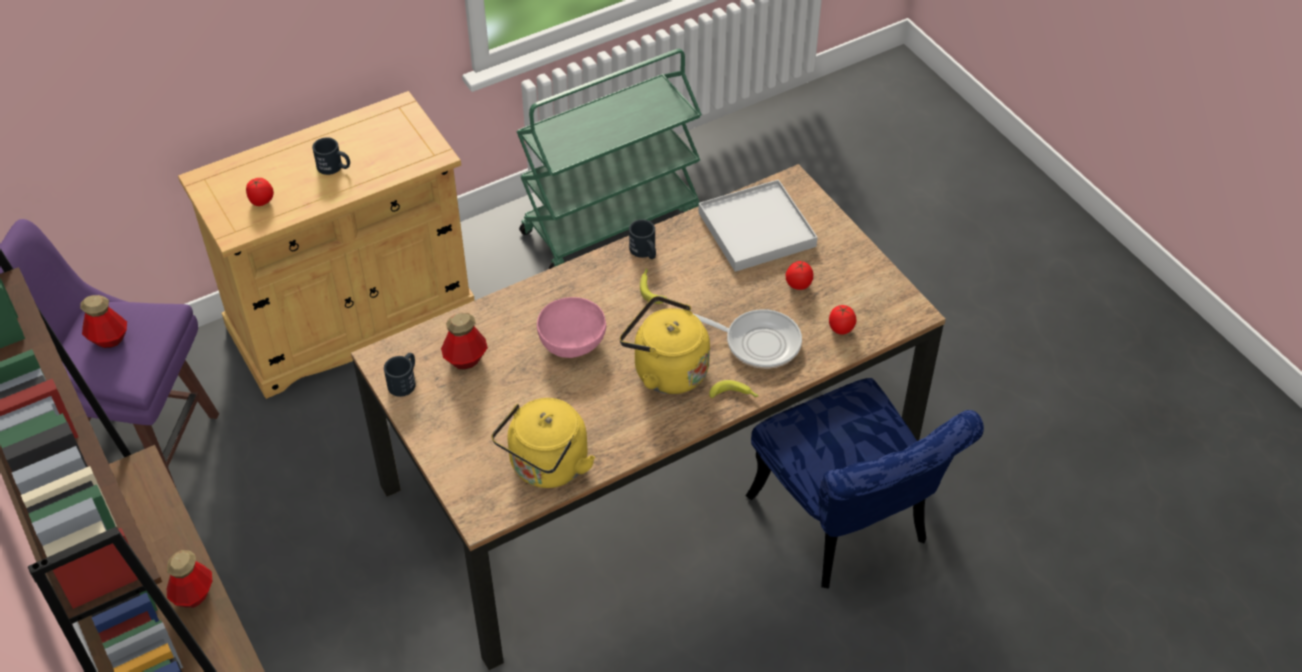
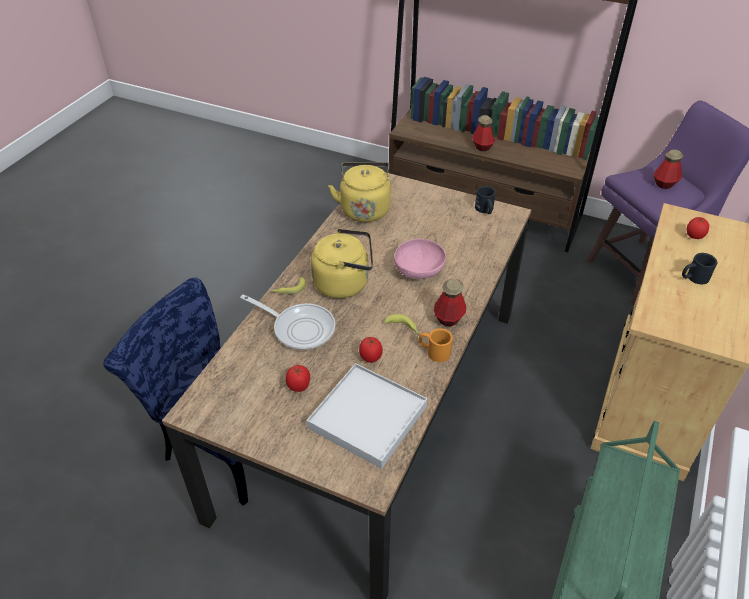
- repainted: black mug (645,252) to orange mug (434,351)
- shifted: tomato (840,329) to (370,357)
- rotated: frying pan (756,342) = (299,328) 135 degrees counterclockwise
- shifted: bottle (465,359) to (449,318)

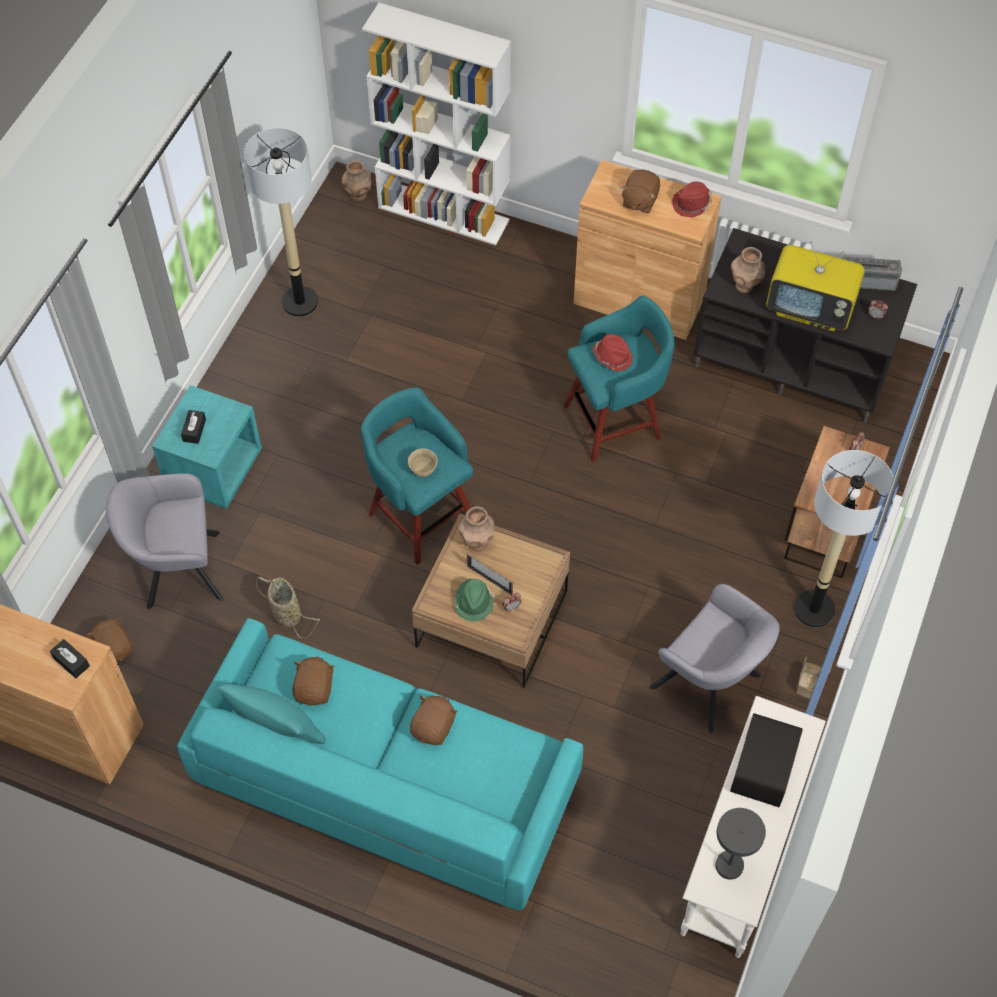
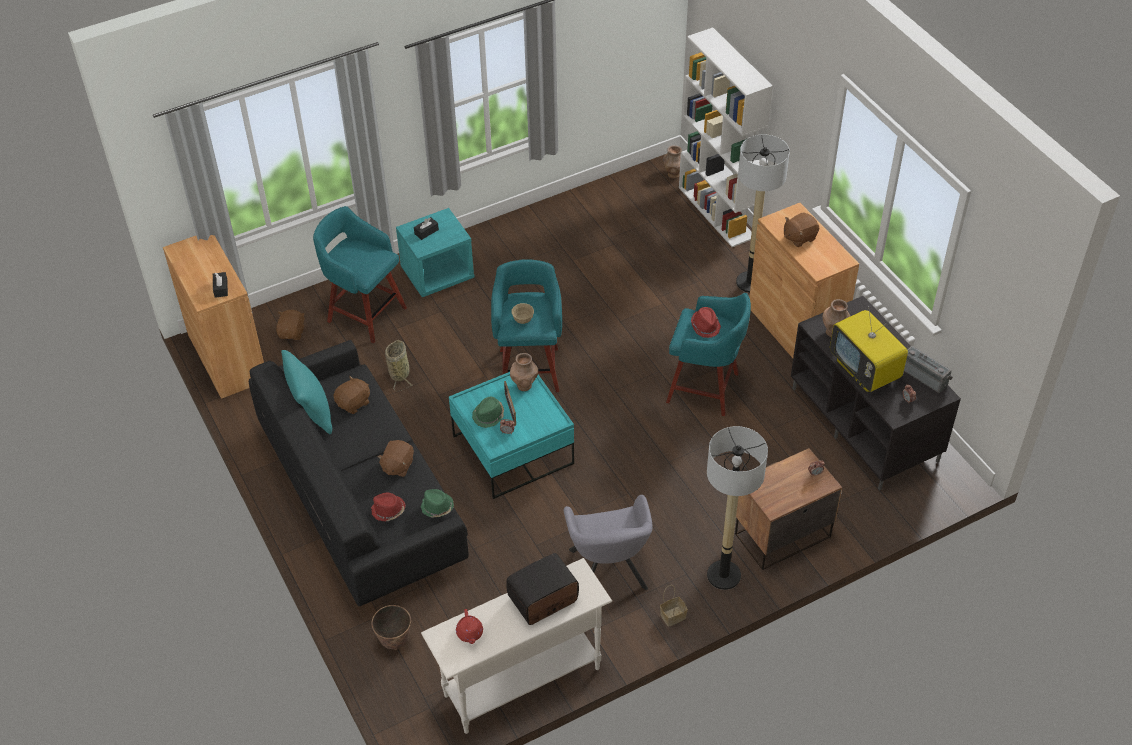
- shifted: floor lamp (299,302) to (750,282)
- shifted: red hat (692,204) to (388,510)
- swapped: grey armchair (177,569) to turquoise stool (365,313)
- repainted: brown coffee table (492,619) to turquoise coffee table (513,450)
- repainted: turquoise sofa (386,783) to black sofa (363,496)
- rotated: brown plush toy (434,727) = (397,466) 135 degrees clockwise
- swapped: grey table lamp (732,861) to red teapot (470,634)
- new: green hat (437,507)
- new: planter (394,641)

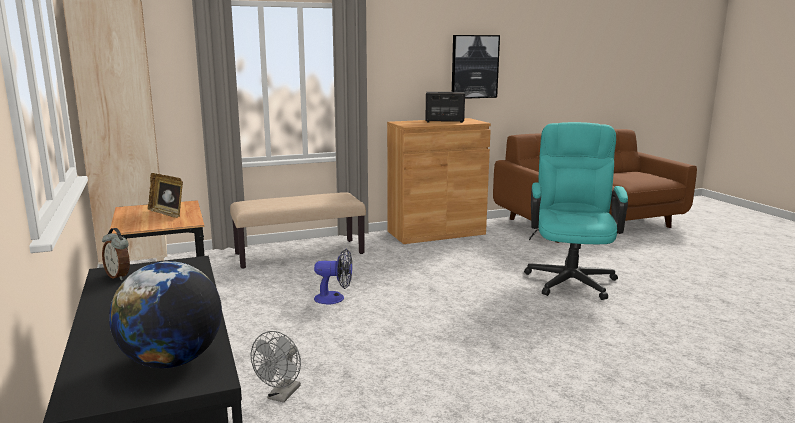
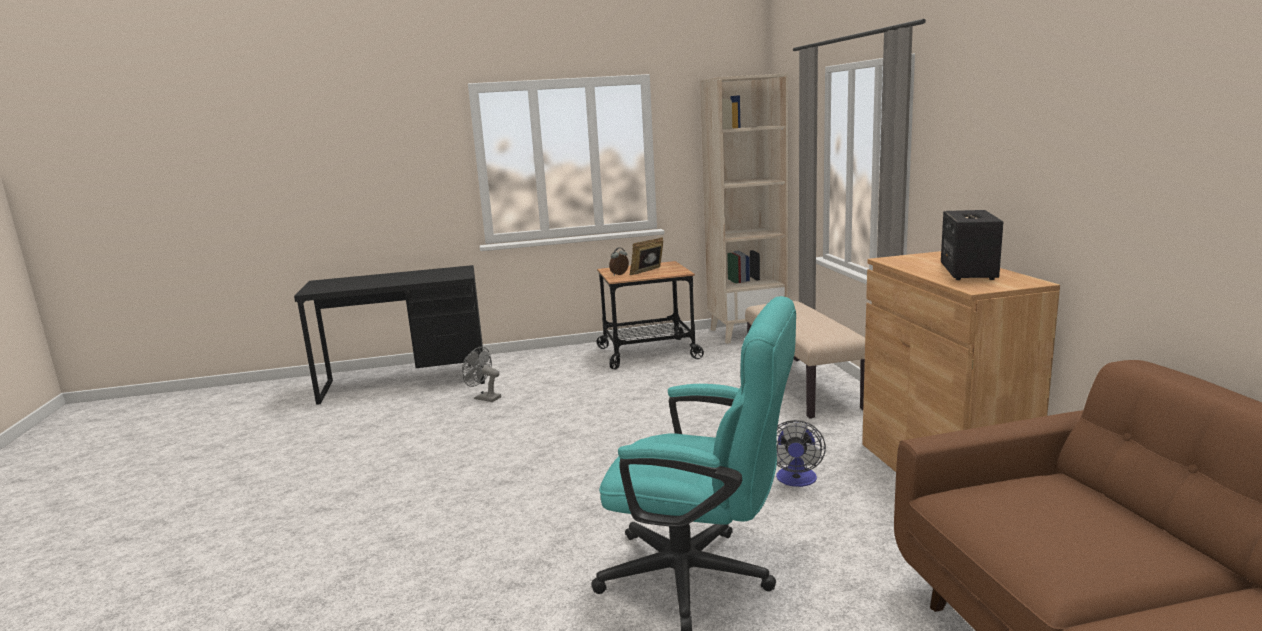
- gone: picture (474,66)
- shifted: alarm clock (119,276) to (620,274)
- shifted: fan (335,298) to (796,480)
- gone: globe (172,361)

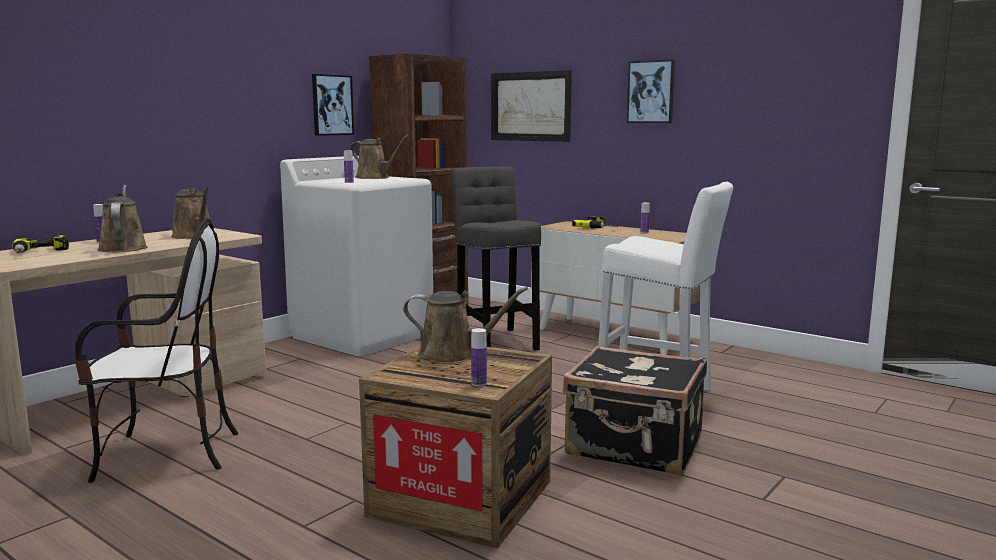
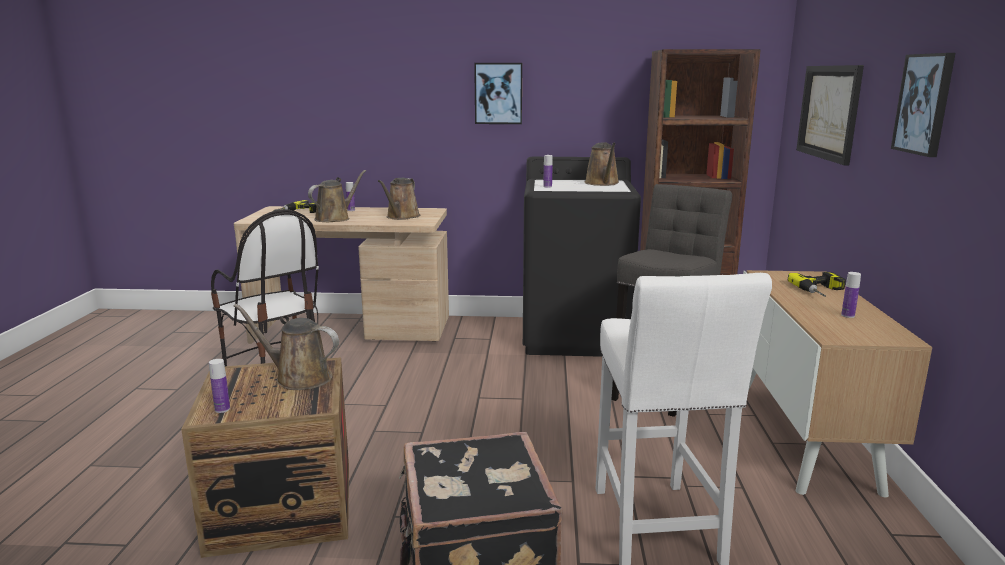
- shifted: picture (332,105) to (498,93)
- repainted: white washing machine (363,335) to black washing machine (575,336)
- rotated: brown watering can (453,355) = (298,378) 135 degrees clockwise

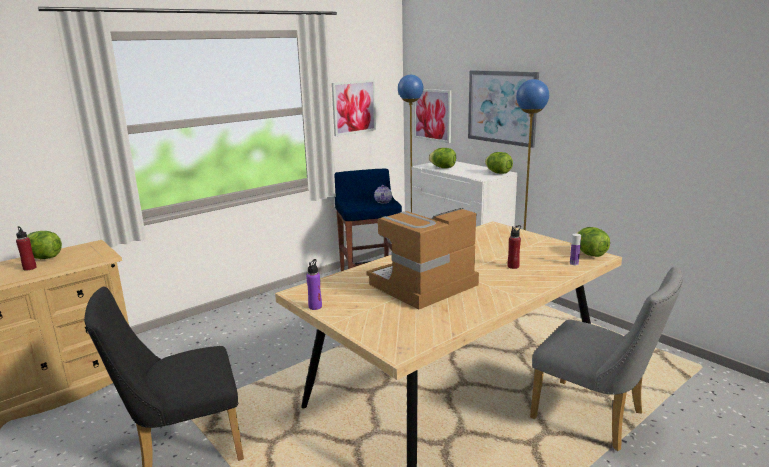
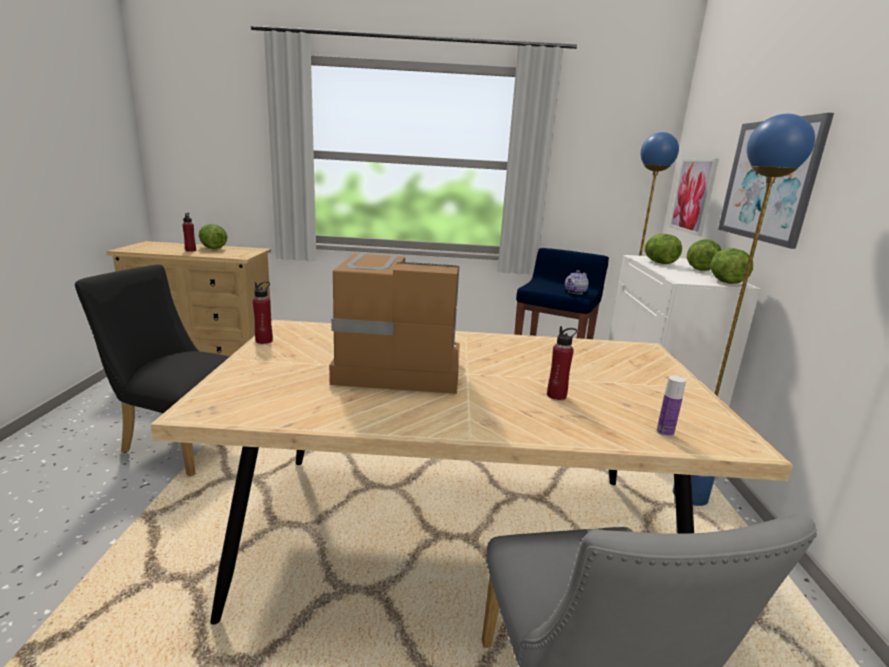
- gone: picture (354,107)
- shifted: lettuce (590,254) to (700,270)
- repainted: purple bottle (315,307) to red bottle (264,341)

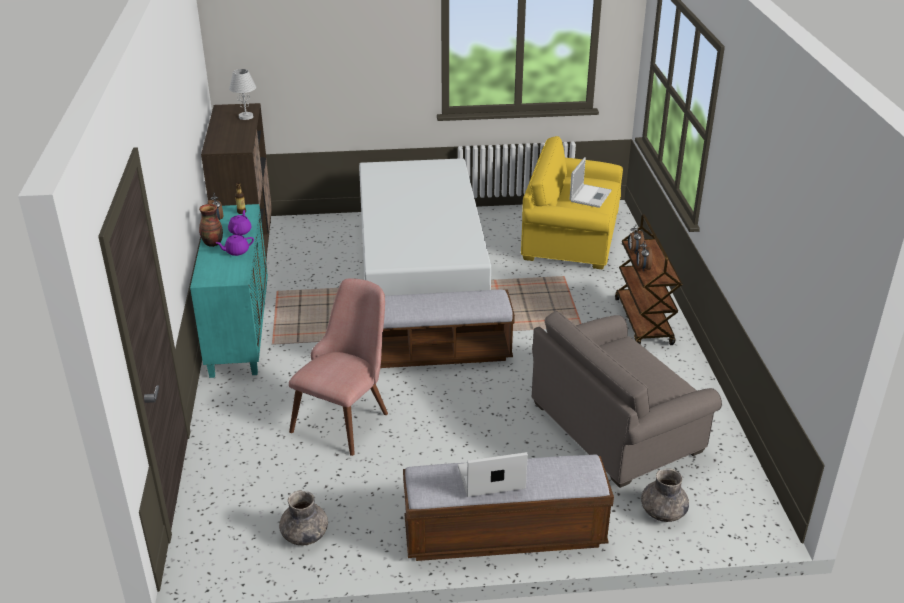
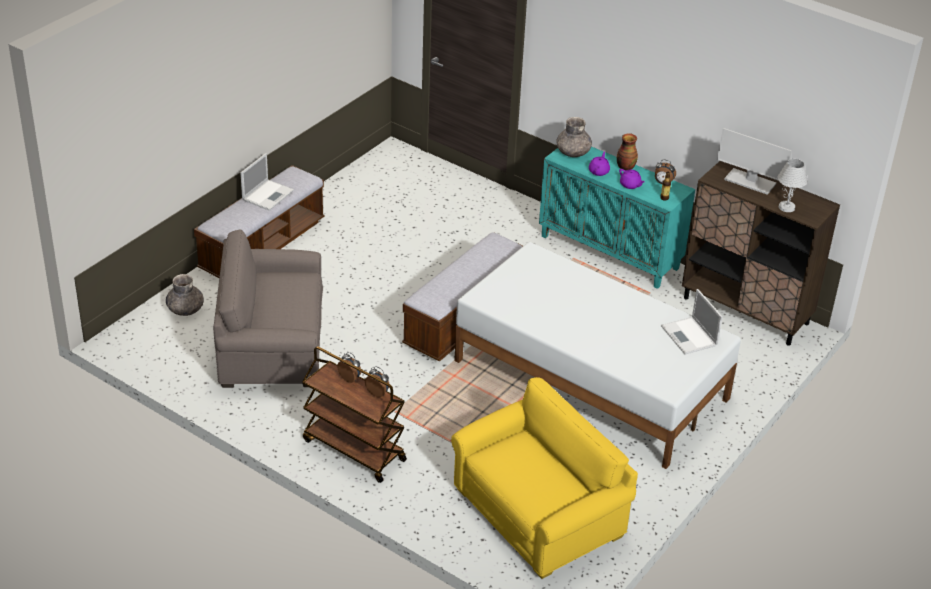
- shifted: laptop (590,196) to (689,336)
- gone: pink chair (346,415)
- rotated: grey armchair (616,426) = (272,345) 105 degrees counterclockwise
- shifted: grey vase (304,534) to (573,152)
- new: monitor (749,182)

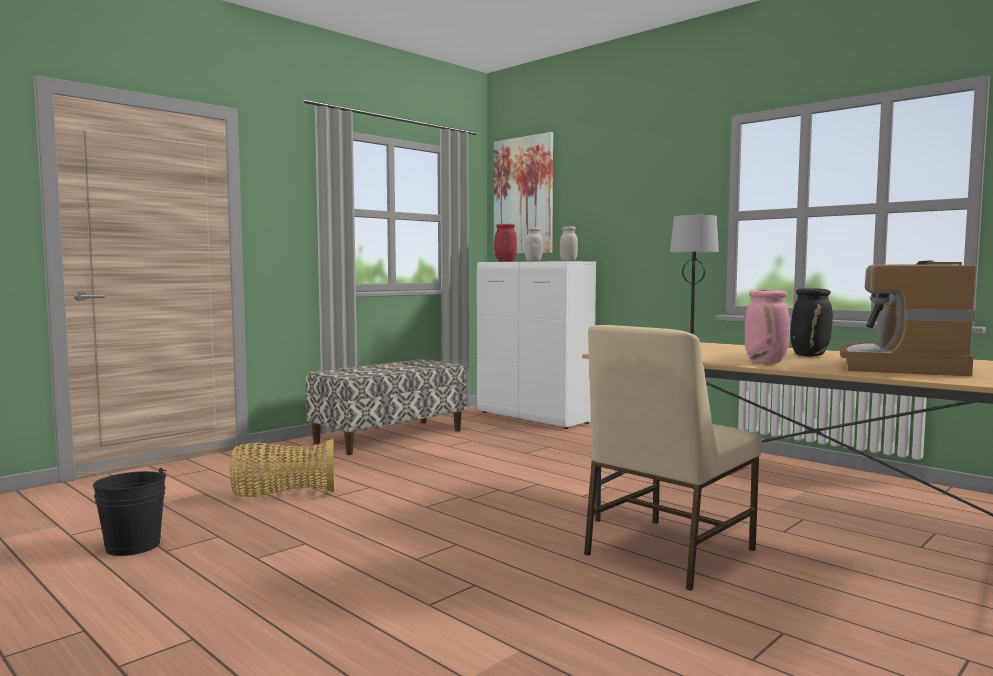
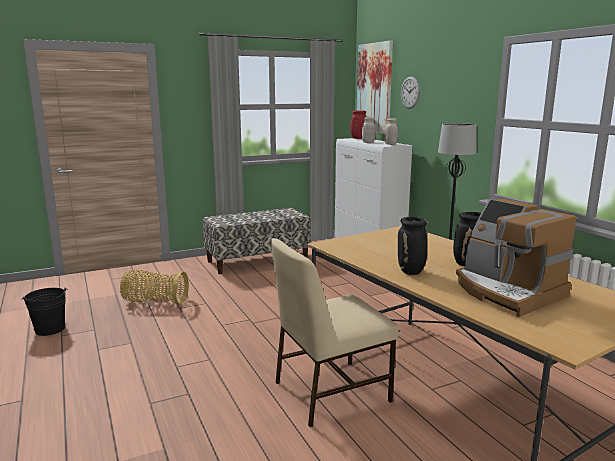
- rotated: coffee machine (900,366) = (506,292) 75 degrees counterclockwise
- repainted: pink vase (766,362) to black vase (411,272)
- new: wall clock (410,92)

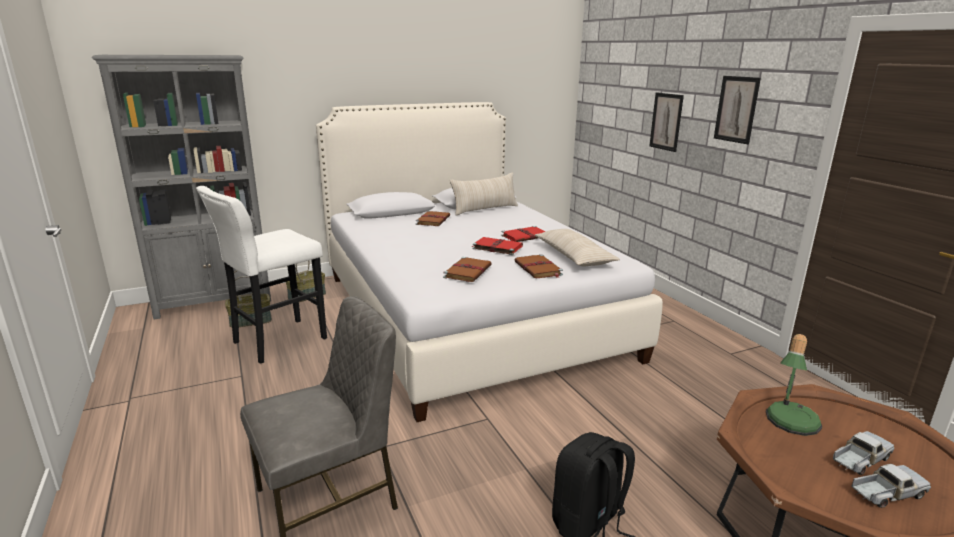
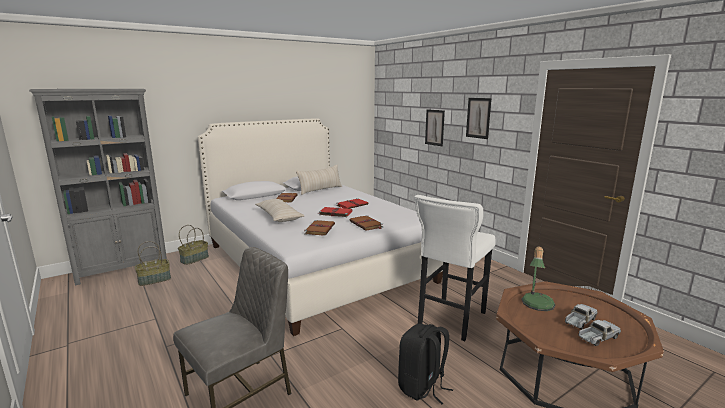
- shifted: white stool (275,342) to (450,320)
- shifted: beige pillow (573,257) to (279,216)

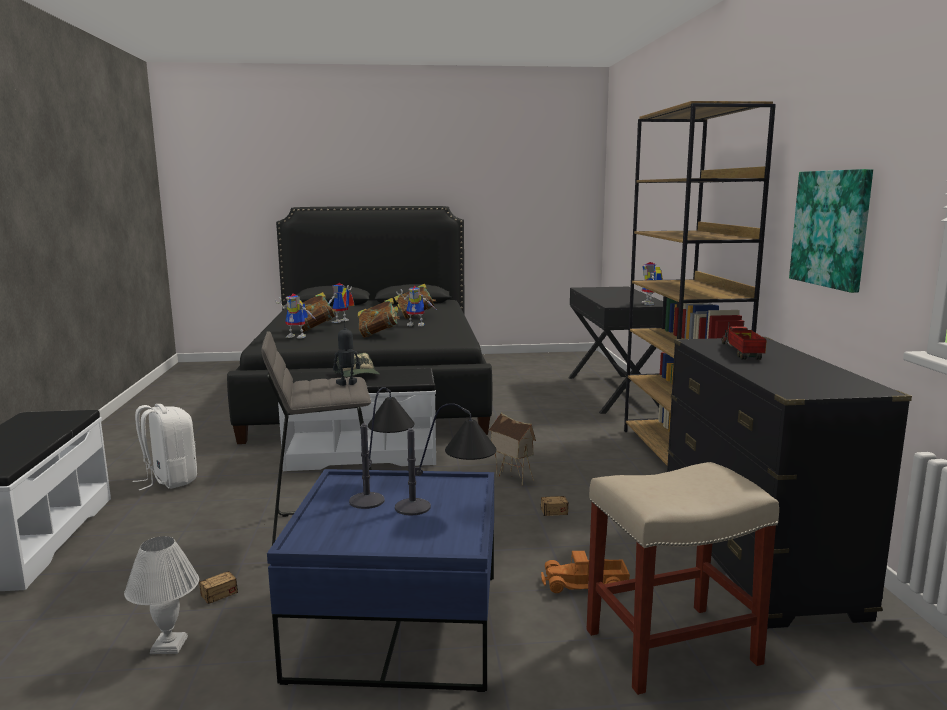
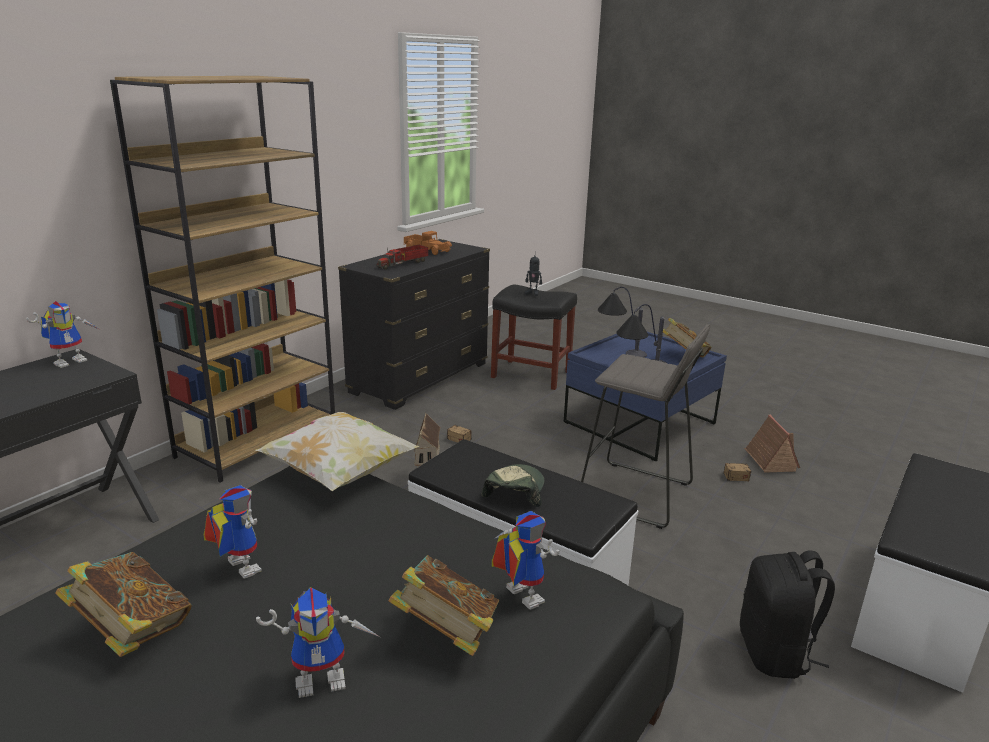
- gone: picture (831,228)
- shifted: book (379,335) to (683,356)
- shifted: toy robot (347,384) to (532,293)
- repainted: white backpack (170,480) to black backpack (775,653)
- repainted: beige stool (670,647) to black stool (532,374)
- swapped: white table lamp (170,645) to toy house (769,460)
- shifted: toy truck (585,585) to (427,250)
- new: pillow (340,473)

